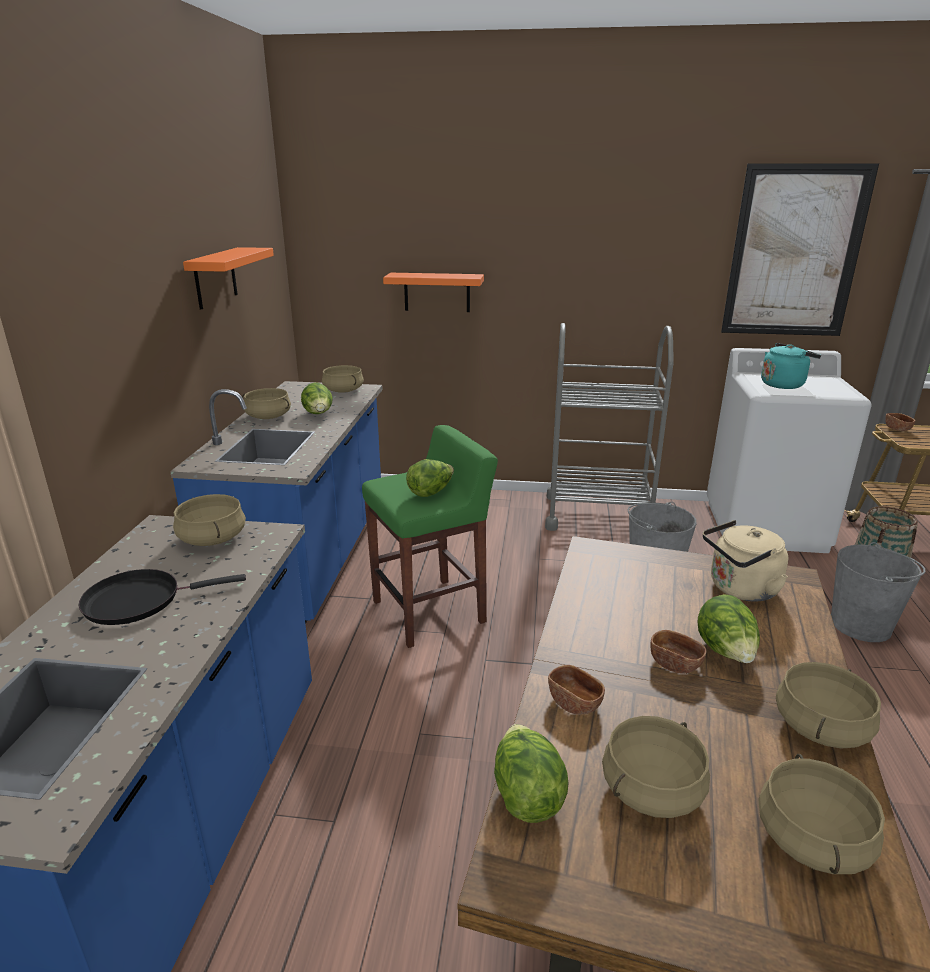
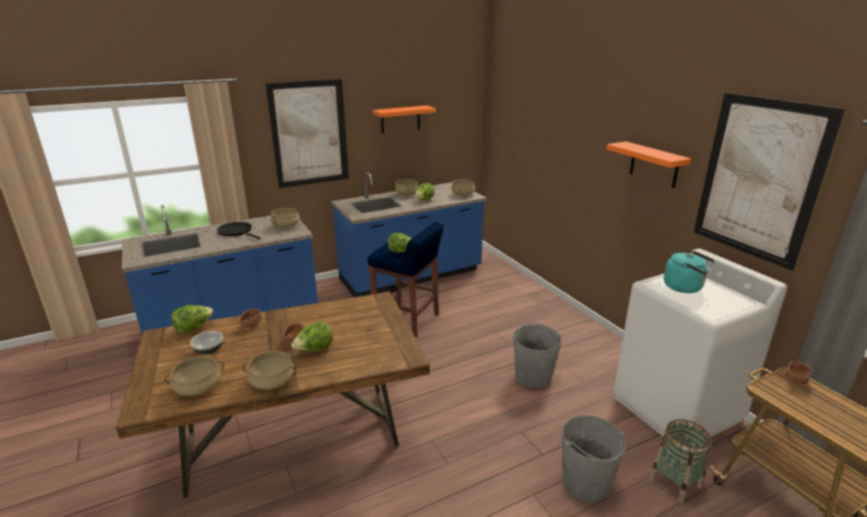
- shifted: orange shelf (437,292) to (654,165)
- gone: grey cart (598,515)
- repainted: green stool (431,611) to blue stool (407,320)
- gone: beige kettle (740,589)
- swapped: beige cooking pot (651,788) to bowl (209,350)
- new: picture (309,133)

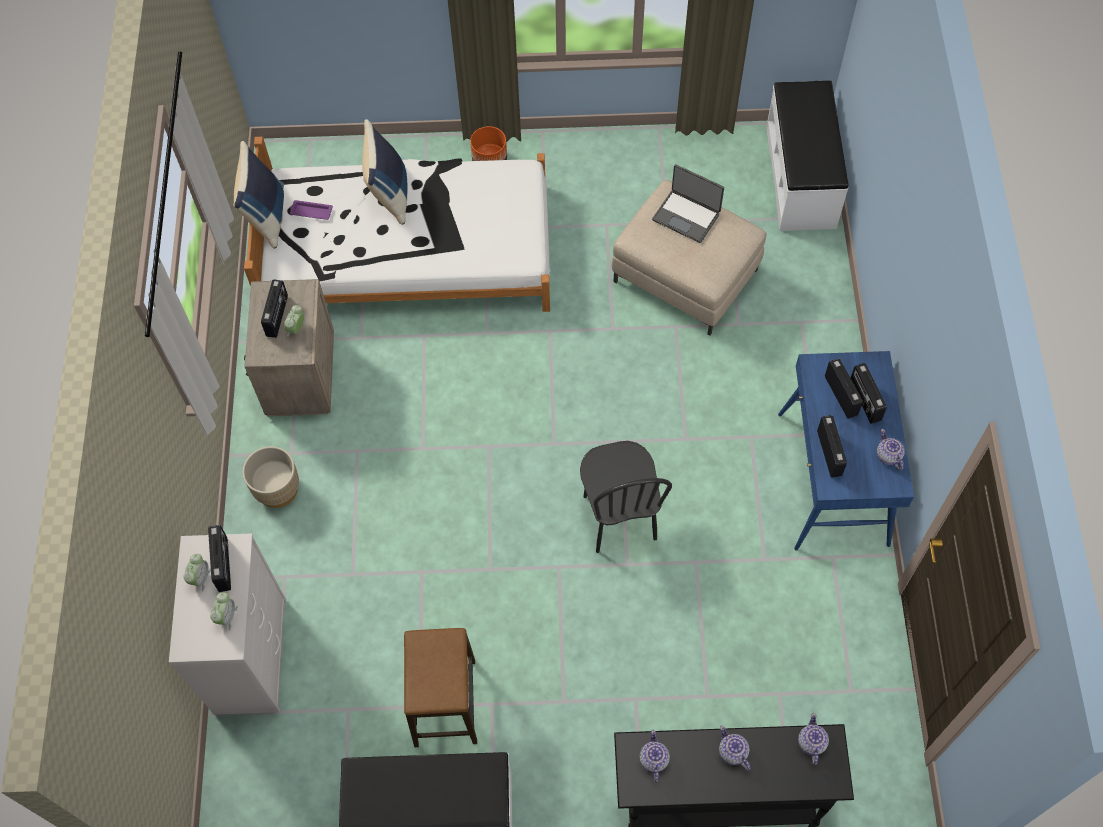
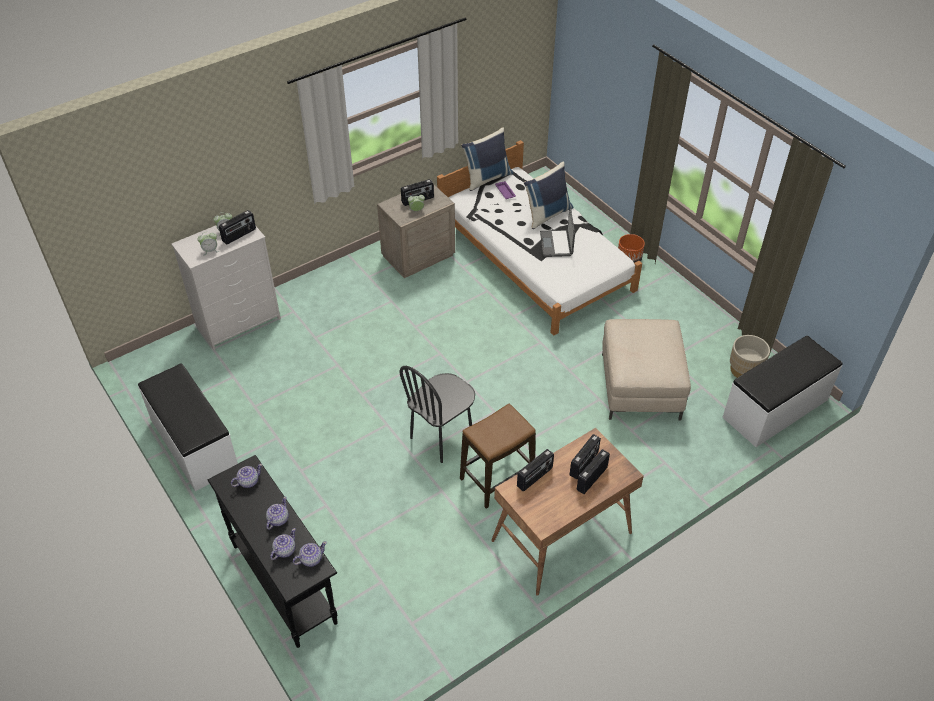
- shifted: laptop (686,216) to (557,244)
- repainted: blue desk (833,479) to brown desk (561,538)
- shifted: teapot (888,456) to (284,550)
- shifted: beige planter (277,489) to (744,370)
- shifted: stool (445,702) to (497,478)

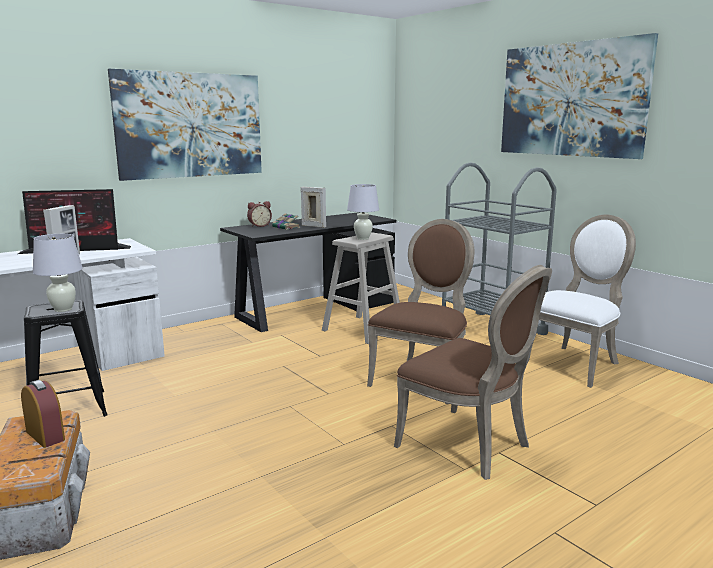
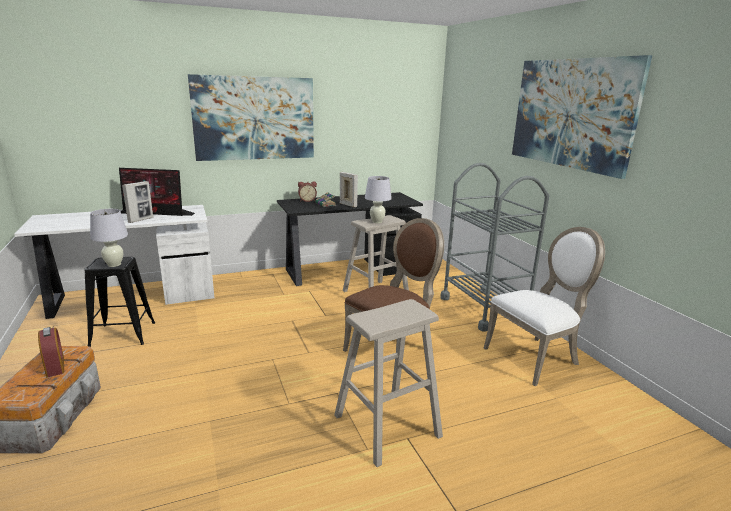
- swapped: brown chair (469,445) to beige stool (386,426)

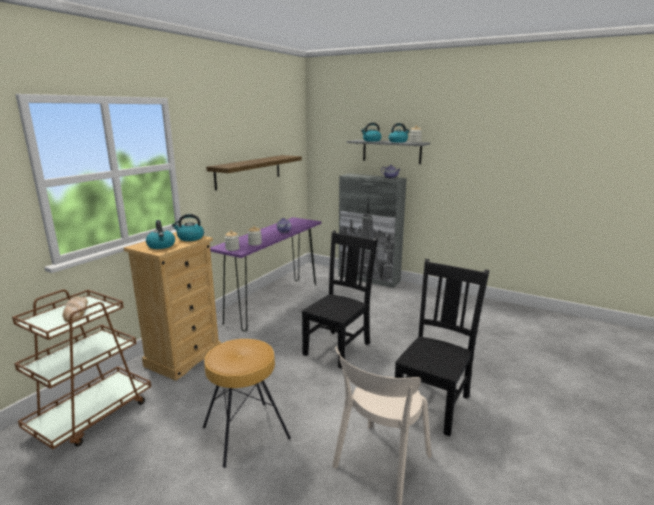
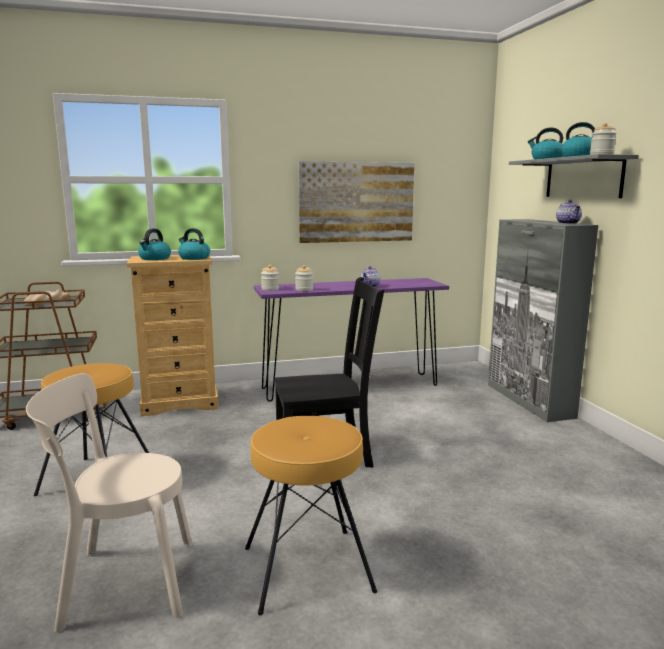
- swapped: shelf (249,171) to picture (356,202)
- swapped: black chair (433,403) to brown stool (307,569)

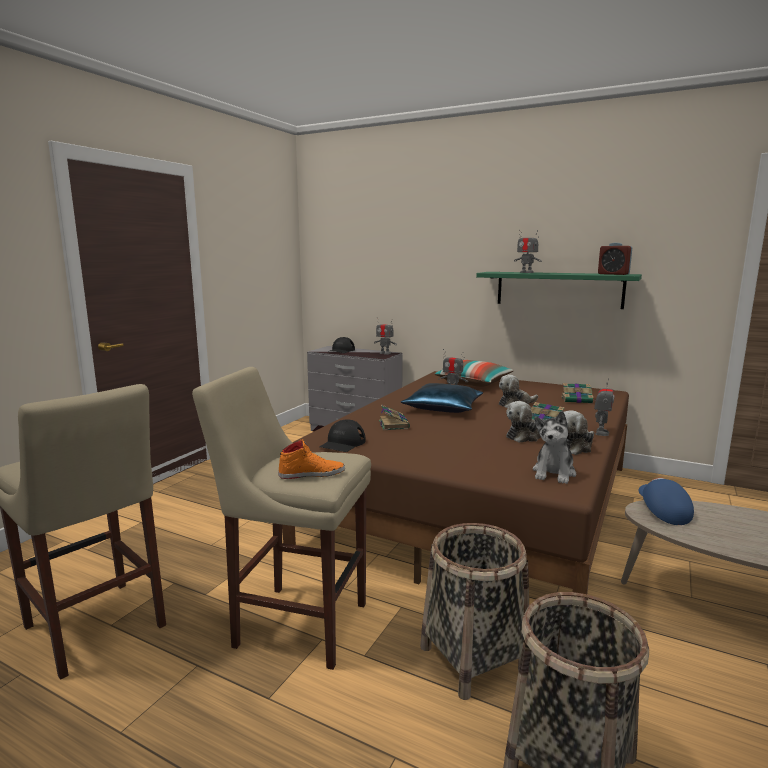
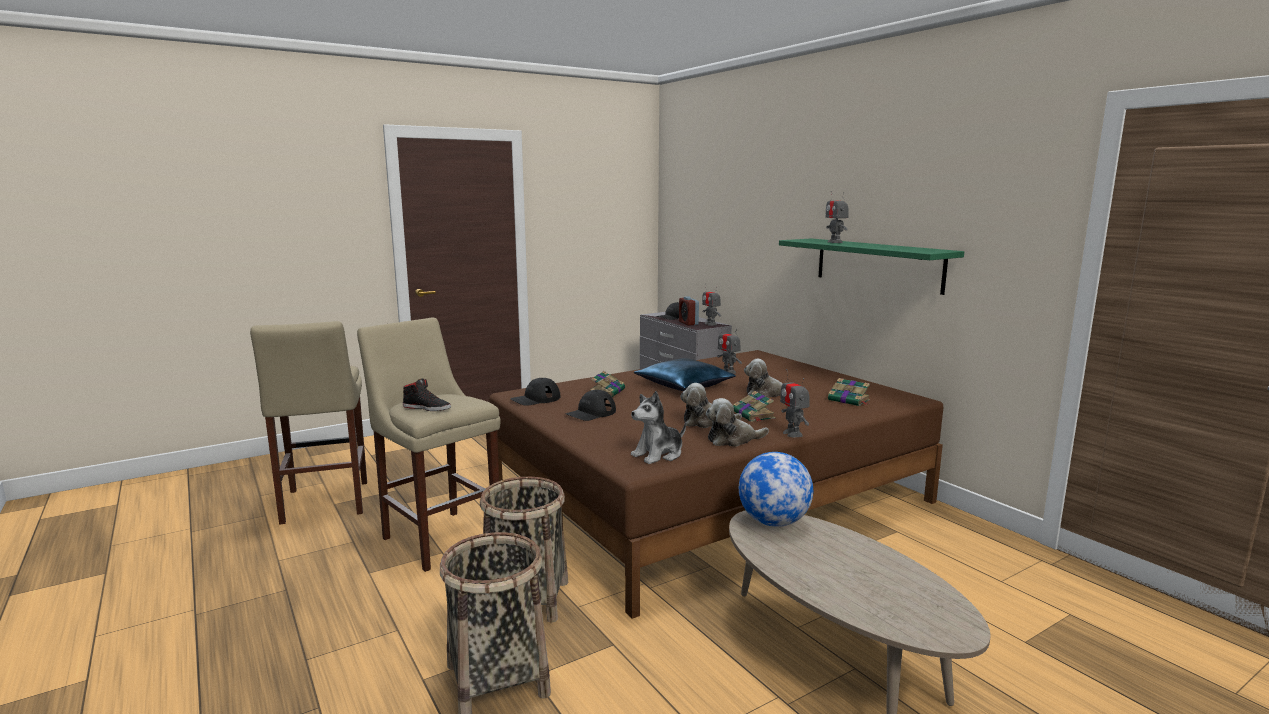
- shifted: alarm clock (613,274) to (688,323)
- gone: pillow (473,383)
- rotated: toy robot (601,433) = (792,434) 105 degrees clockwise
- repainted: orange shoe (311,473) to black shoe (427,408)
- swapped: blue cap (662,512) to globe (773,522)
- new: black cap (591,413)

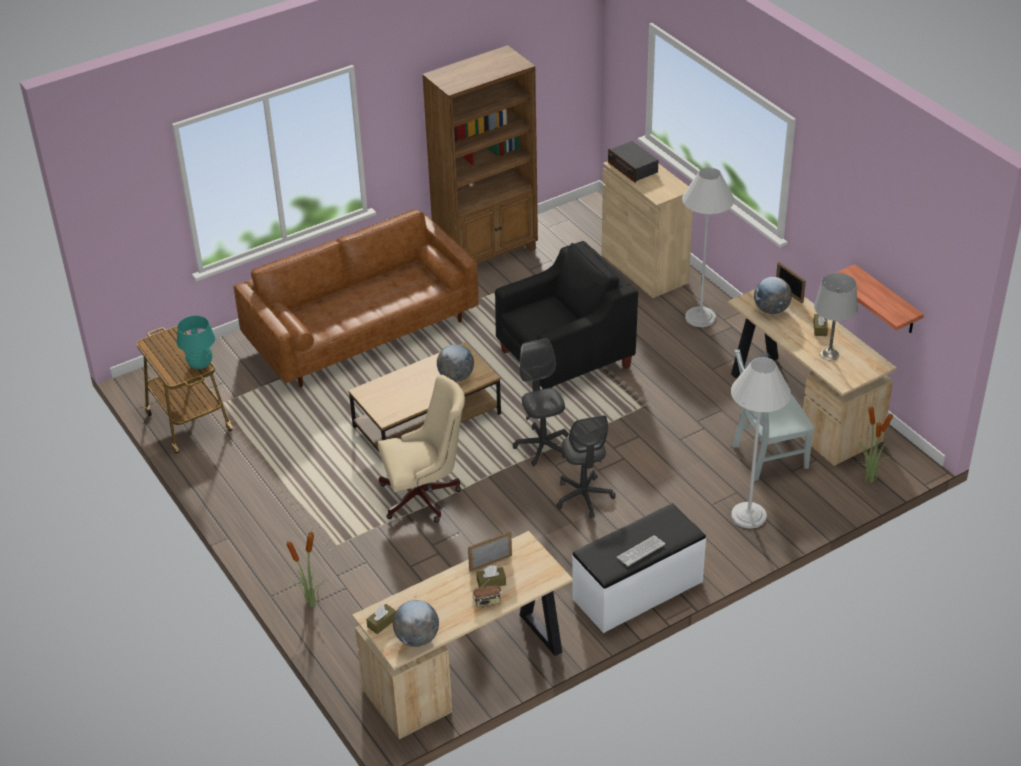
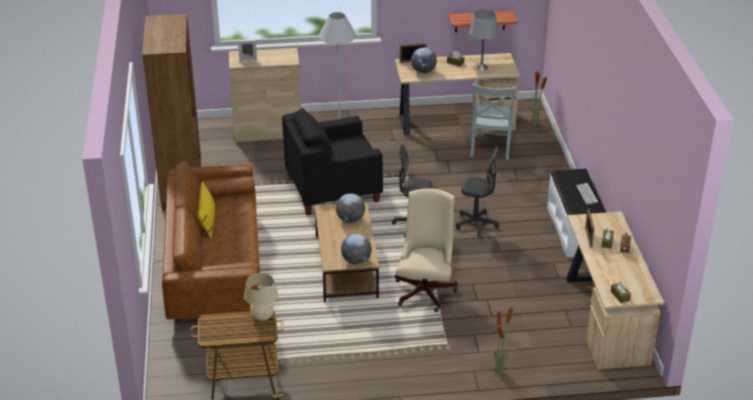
- swapped: radio (632,168) to picture frame (248,59)
- rotated: black armchair (565,359) = (333,190) 105 degrees counterclockwise
- repainted: turquoise table lamp (200,364) to beige table lamp (262,316)
- gone: white floor lamp (749,516)
- shifted: globe (417,638) to (356,261)
- new: yellow pillow (207,221)

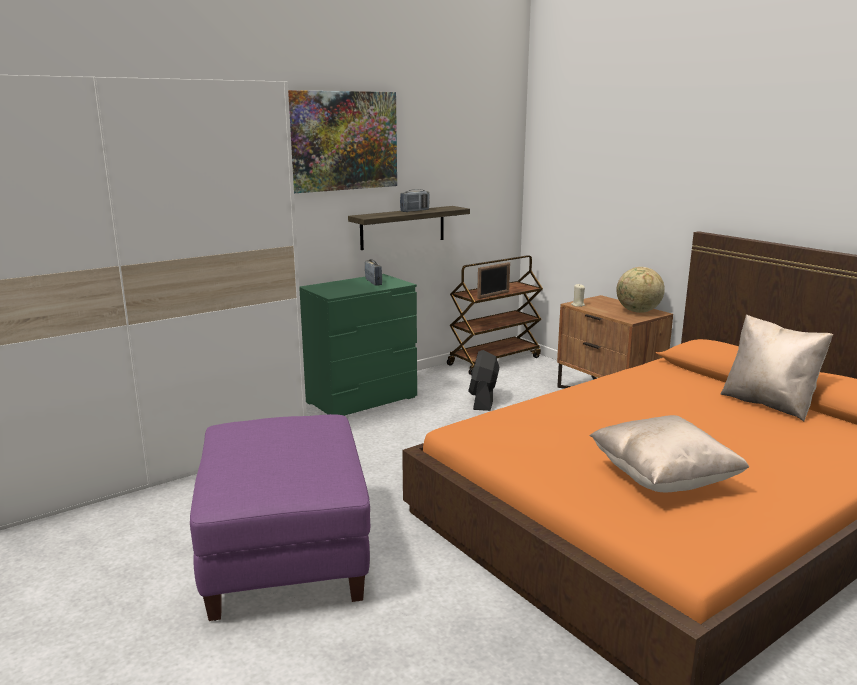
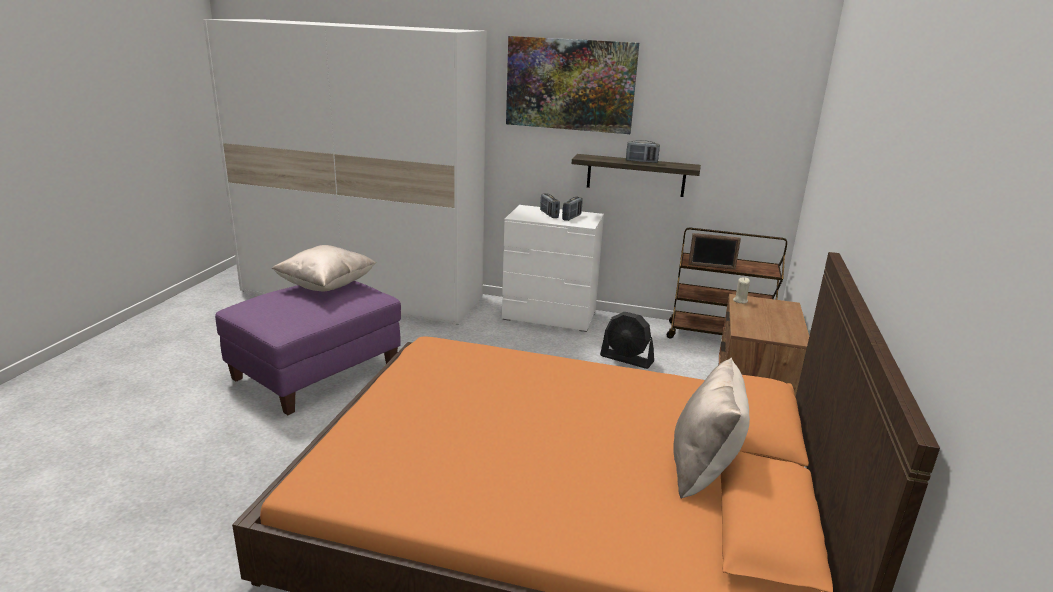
- gone: globe (638,312)
- repainted: green dresser (362,399) to white dresser (550,316)
- rotated: black fan (483,401) = (627,359) 120 degrees counterclockwise
- shifted: beige pillow (663,479) to (326,286)
- new: radio (549,214)

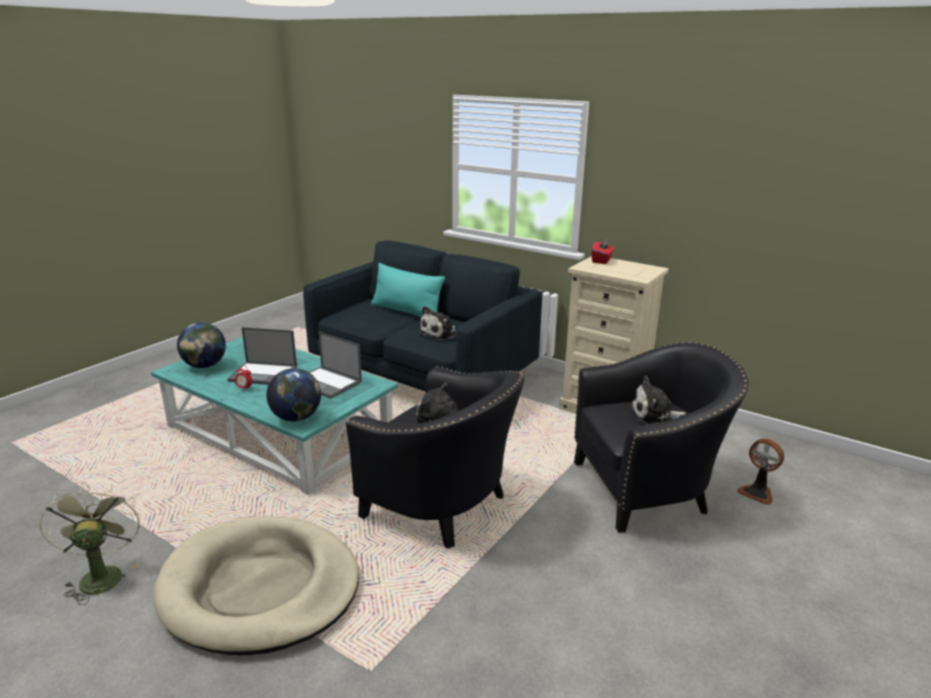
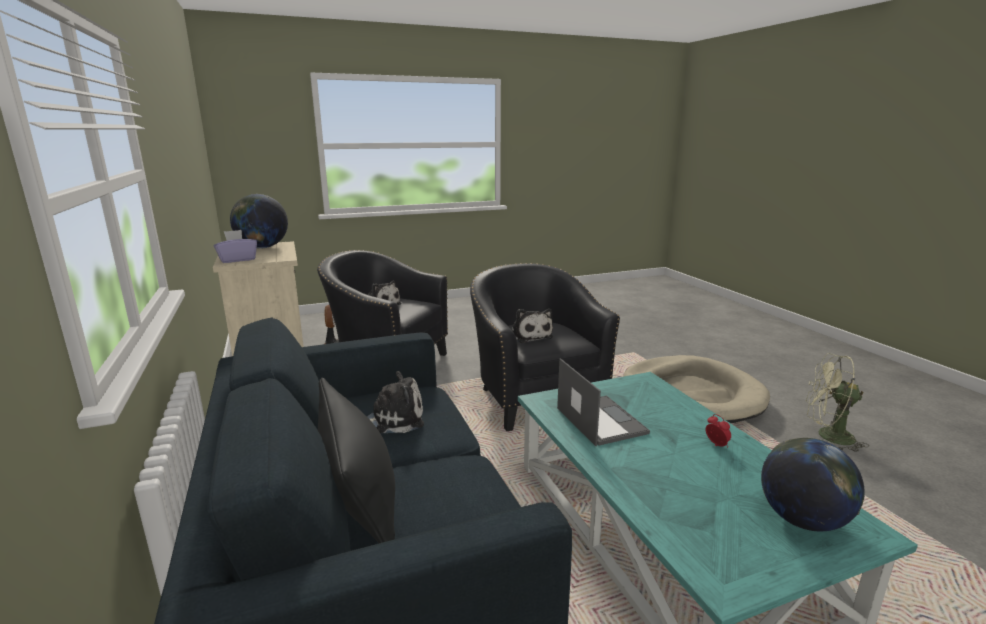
- repainted: red tissue box (602,260) to purple tissue box (237,260)
- repainted: turquoise pillow (406,311) to black pillow (359,496)
- gone: laptop (264,374)
- shifted: globe (296,418) to (263,247)
- rotated: green fan (100,575) = (827,436) 90 degrees clockwise

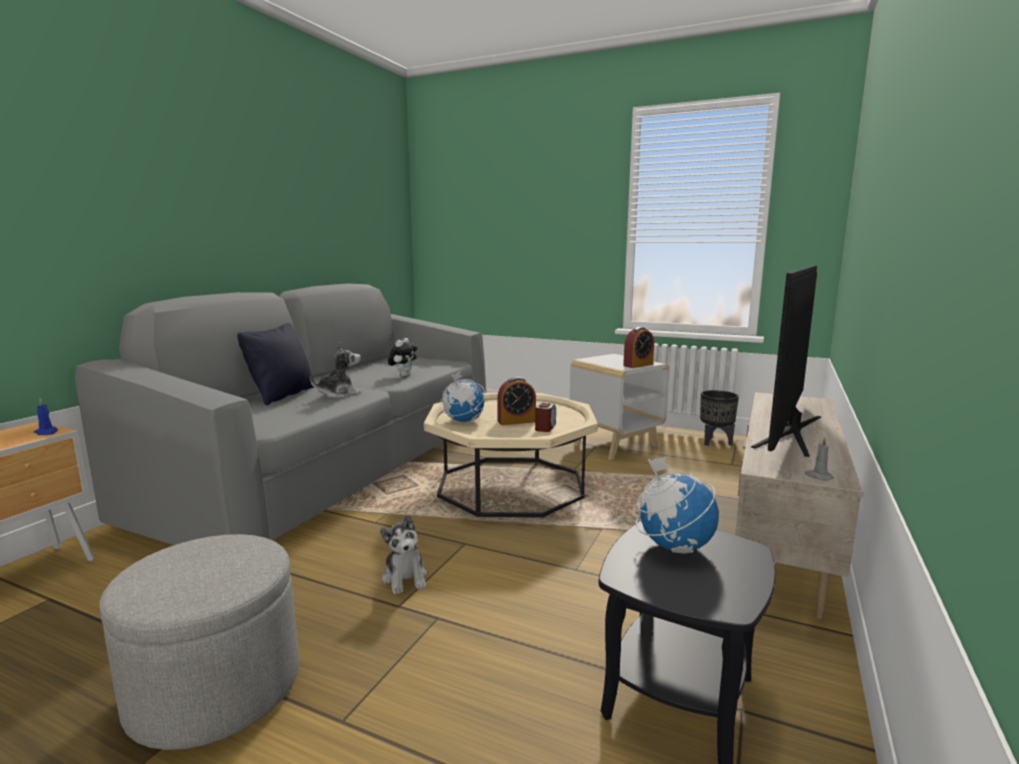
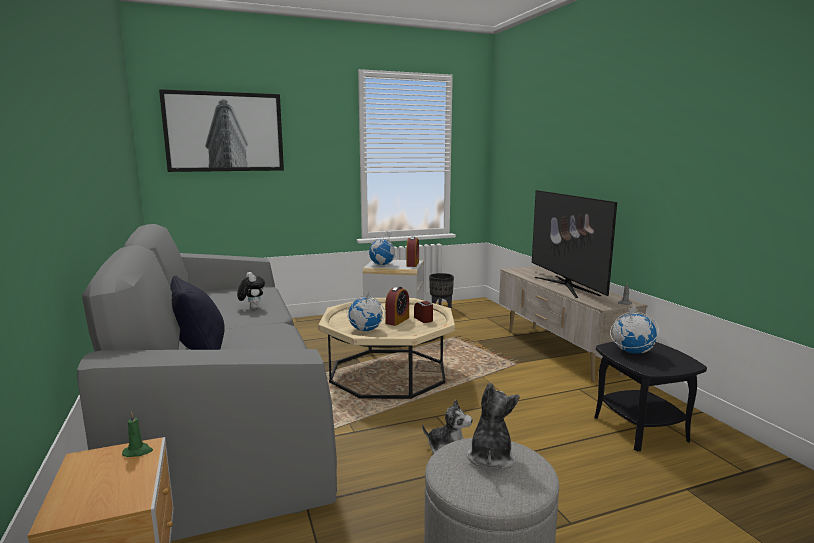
- shifted: plush toy (339,394) to (490,457)
- repainted: blue candle (47,432) to green candle (138,452)
- new: picture (224,132)
- new: globe (382,264)

